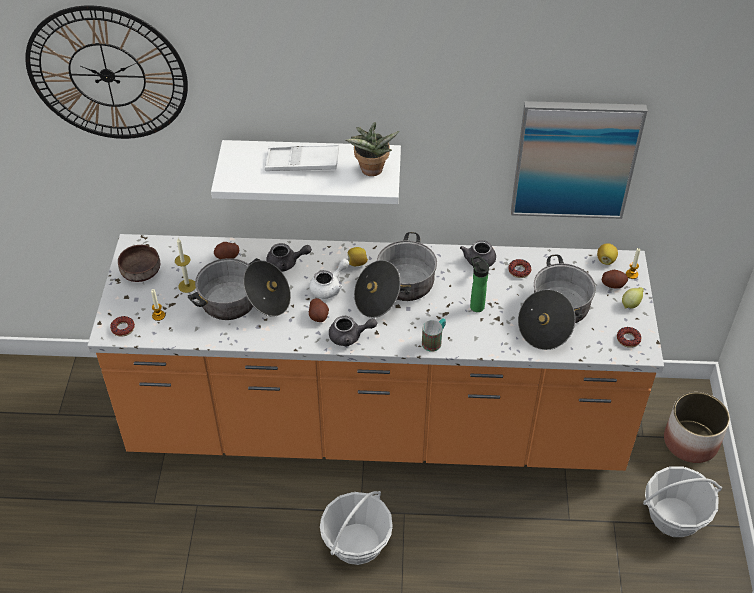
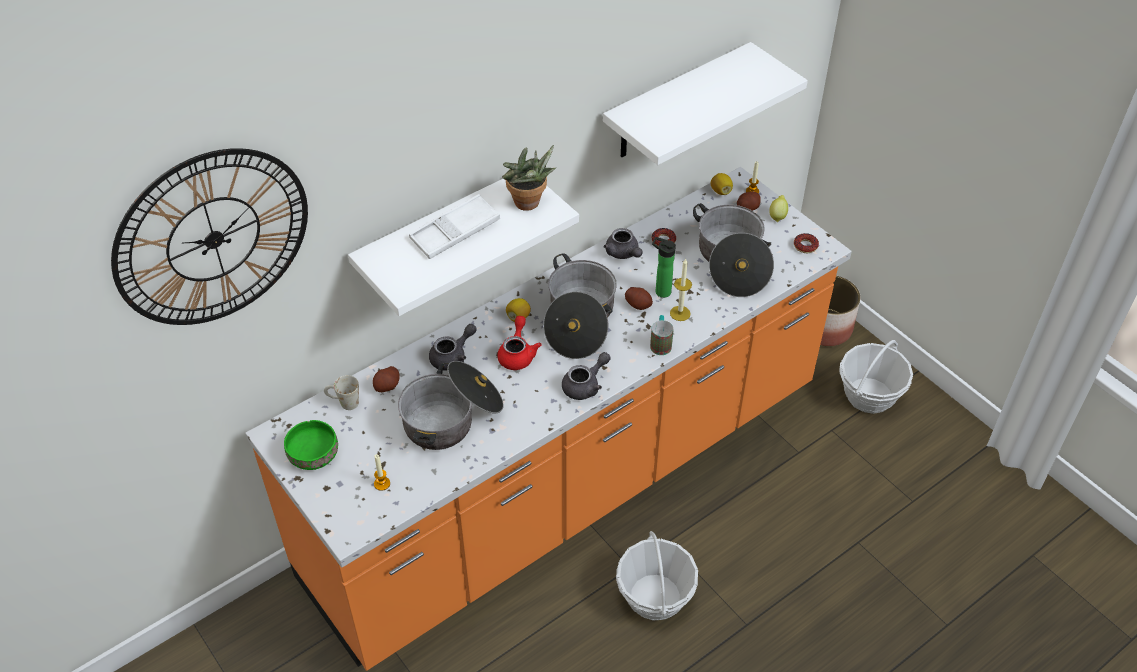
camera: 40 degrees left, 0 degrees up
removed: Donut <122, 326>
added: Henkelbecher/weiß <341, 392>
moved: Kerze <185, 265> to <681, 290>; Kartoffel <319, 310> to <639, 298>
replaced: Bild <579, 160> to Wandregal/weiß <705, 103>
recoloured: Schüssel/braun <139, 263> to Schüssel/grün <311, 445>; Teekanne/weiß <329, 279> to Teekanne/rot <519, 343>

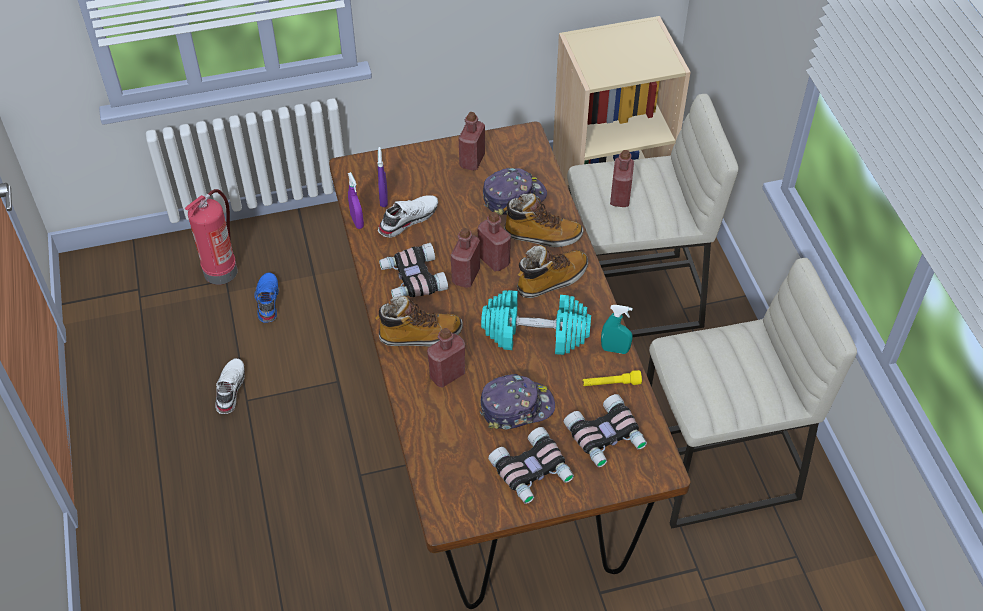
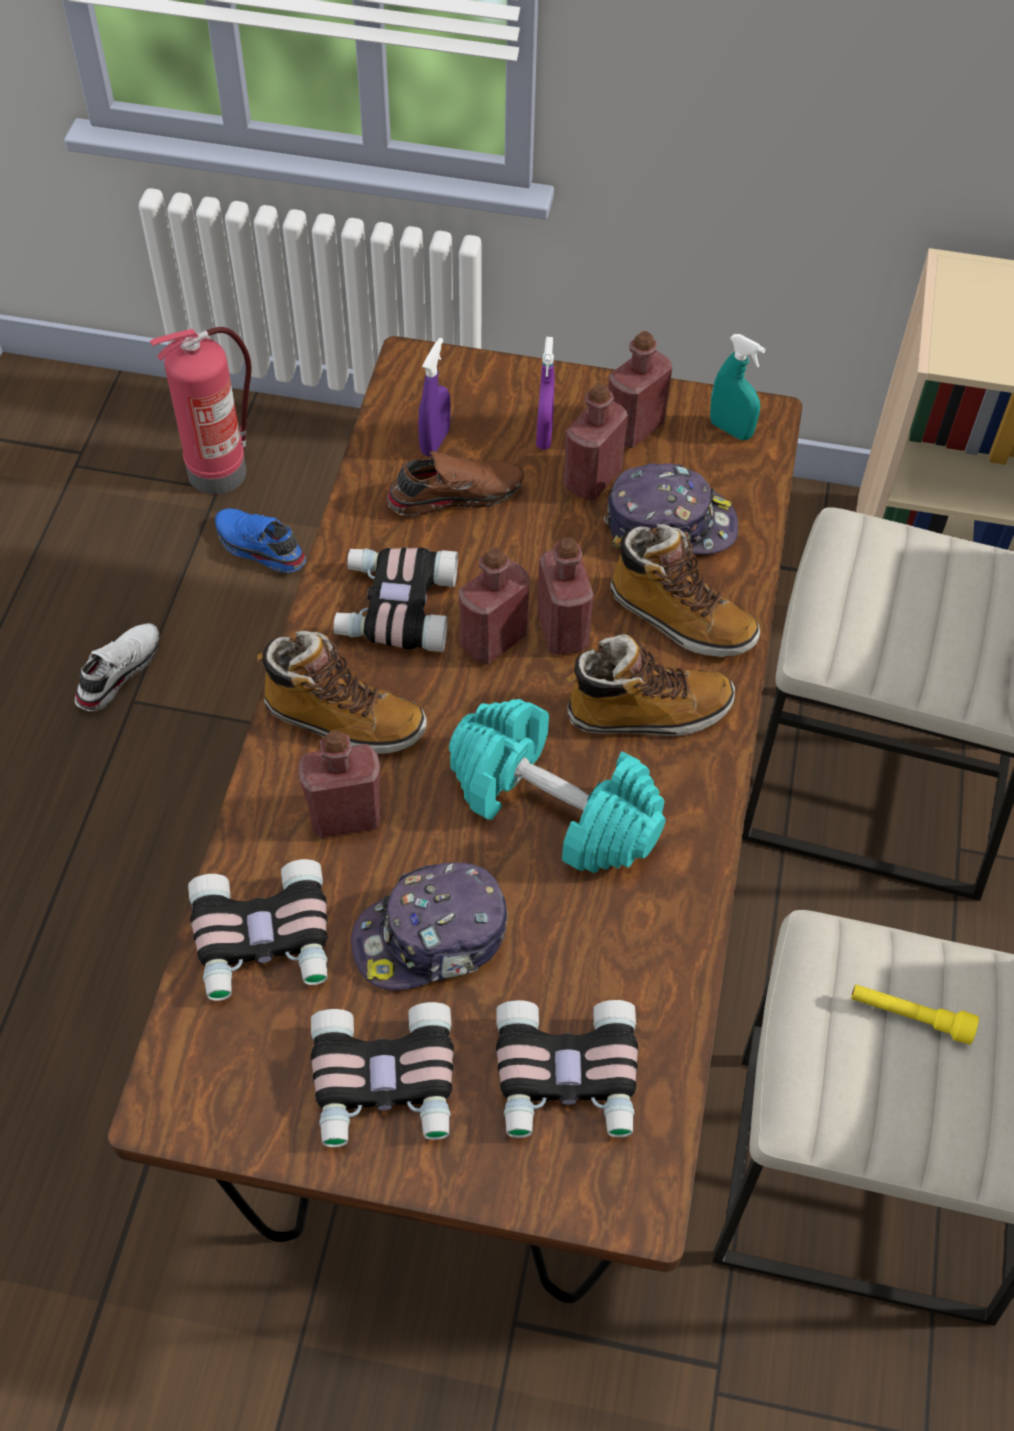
camera: 25 degrees right, 5 degrees up
added: Fernglas <258, 930>
moved: Sprühflasche/lila <356, 200> to <545, 393>; Taschenlampe/gelb <612, 378> to <915, 1015>; Sprühflasche/türkis <617, 329> to <738, 387>; Flasche/rot <622, 178> to <595, 441>
recoloured: Schuh/weiß <408, 216> to Schuh/braun <454, 484>
turned: Schuh/blau <266, 297> = <260, 540> 75 degrees counterclockwise; Kappe <517, 402> = <429, 926> 150 degrees clockwise

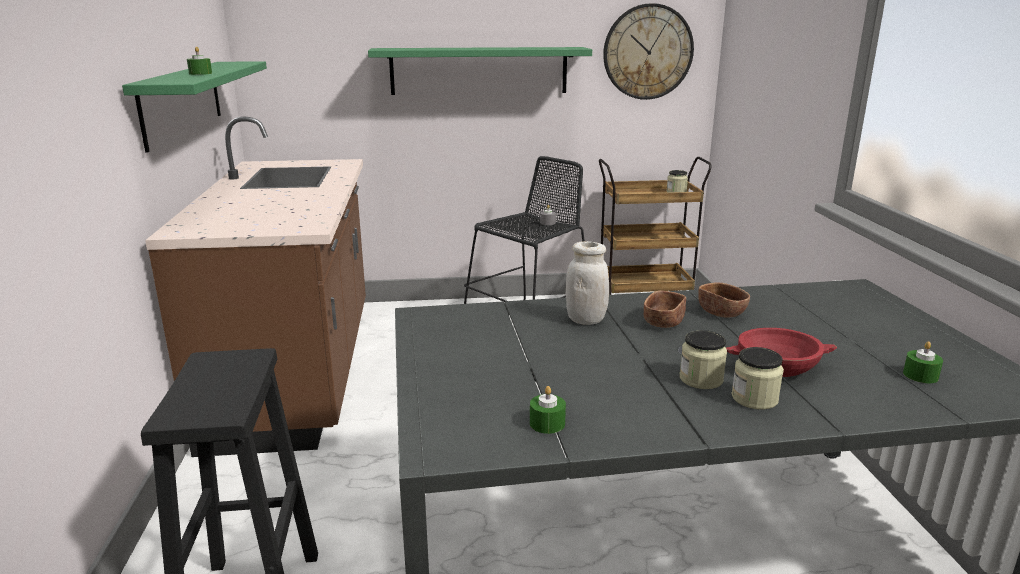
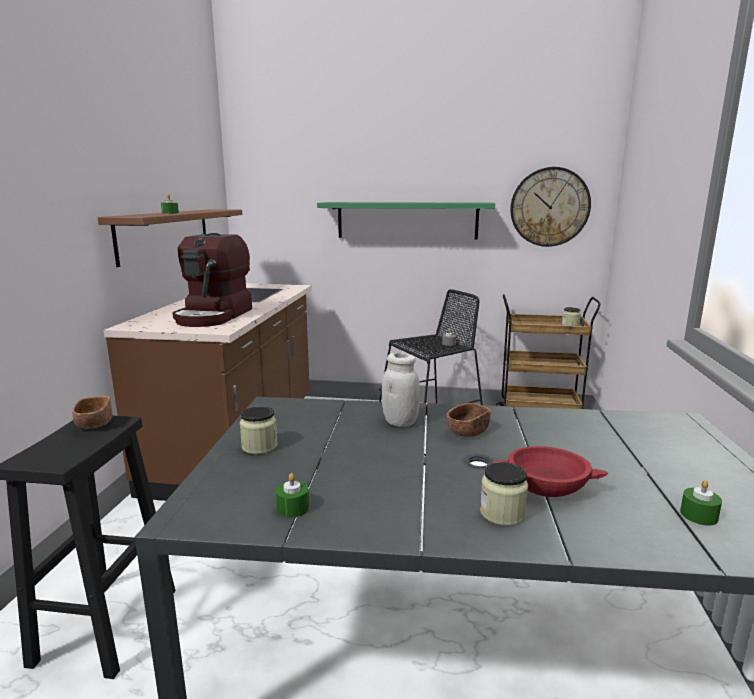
camera: 15 degrees right, 5 degrees down
added: Kaffeemaschine <212, 280>
moved: Vorratsglas <703, 359> to <258, 430>; Schüssel/braun <724, 300> to <92, 412>
recoloured: Wandregal/grün <194, 107> to Wandregal/braun <170, 238>

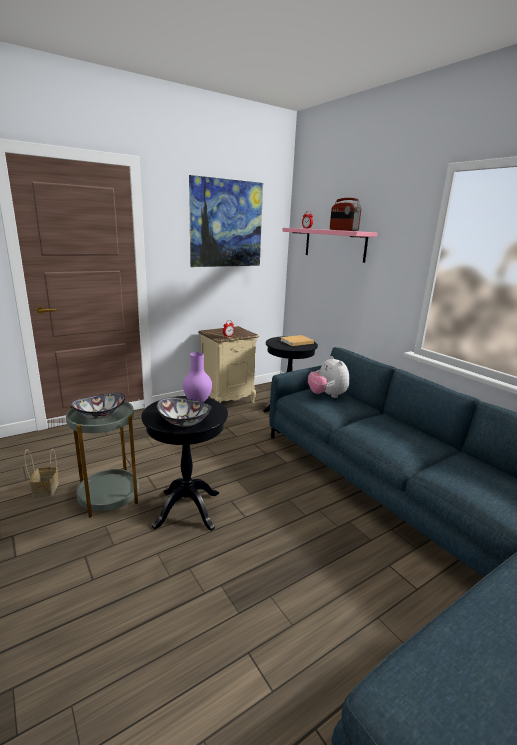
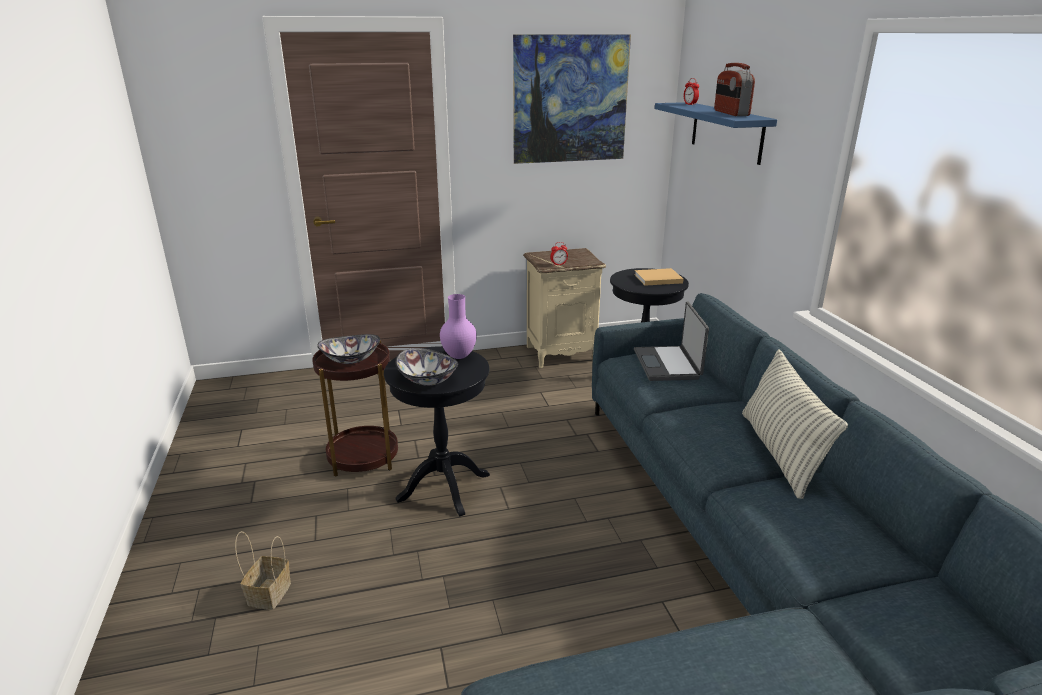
camera: 20 degrees right, 5 degrees up
added: Kissen <795, 424>
moved: Korb <41, 473> to <263, 570>
replaced: Plüschtier <329, 377> to Laptop <671, 341>
recoloured: Beistelltisch/grau <102, 459> to Beistelltisch/braun <355, 409>; Wandregal/rosa <330, 245> to Wandregal/blau <716, 133>

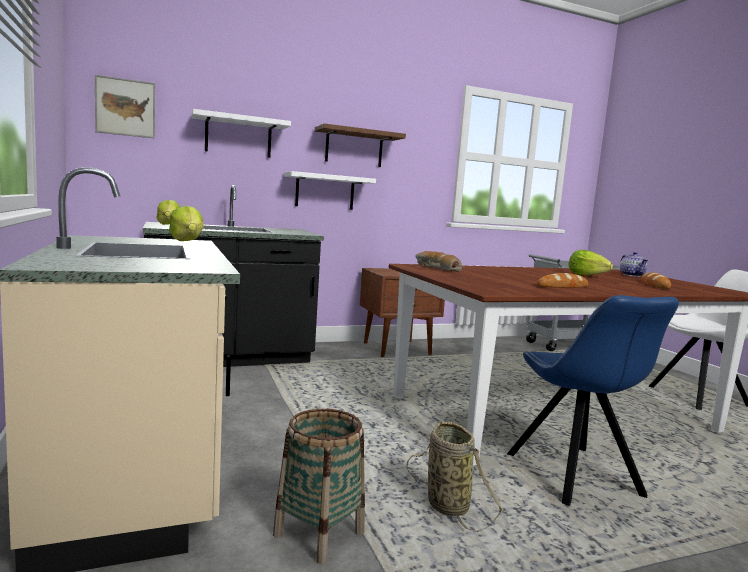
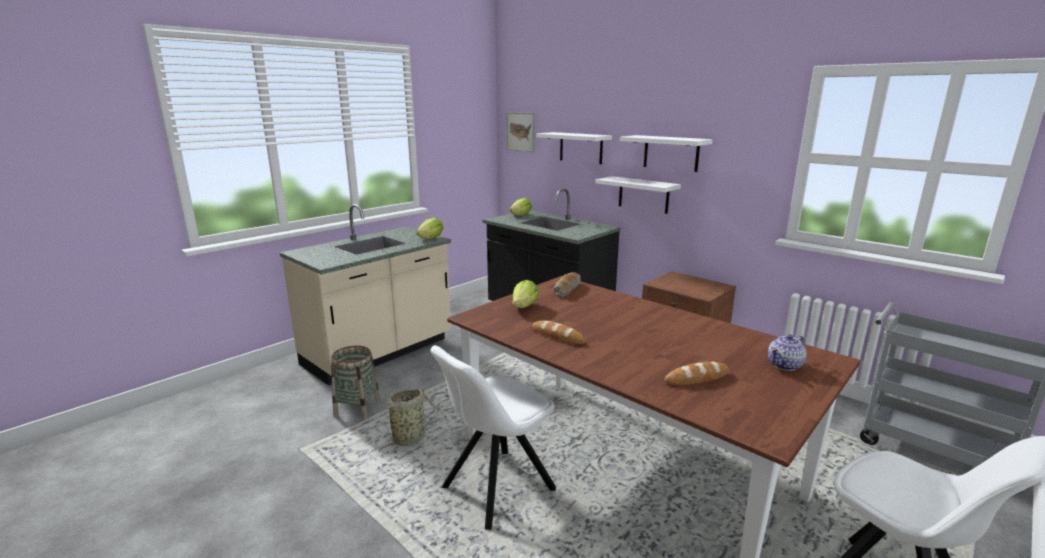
camera: 65 degrees right, 10 degrees up
moved: Salatkopf <590, 263> to <525, 294>
recoloured: Wandregal/braun <360, 145> to Wandregal/weiß <666, 153>; Stuhl/blau <593, 400> to Stuhl/weiß <493, 437>

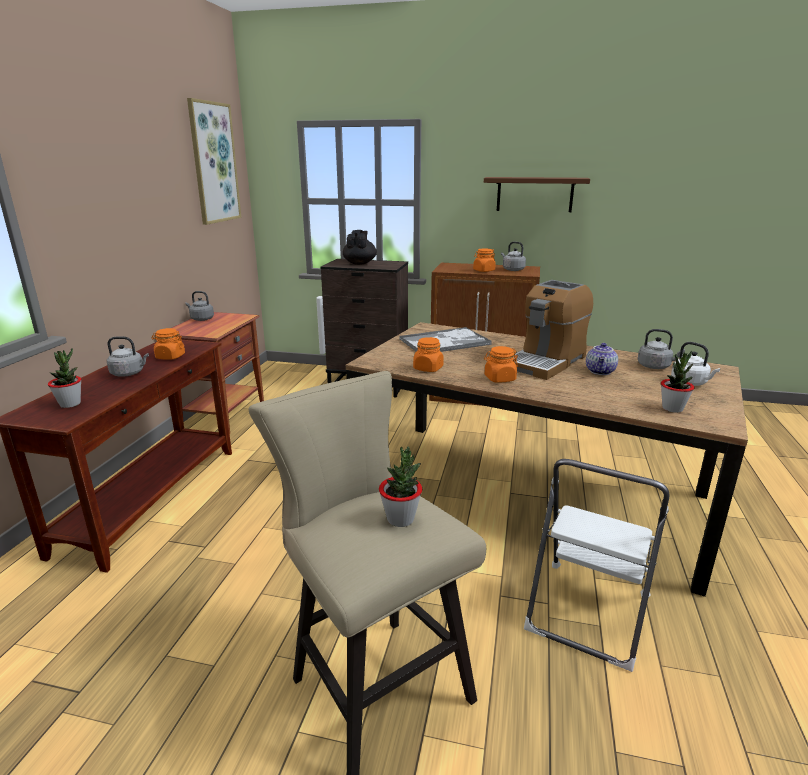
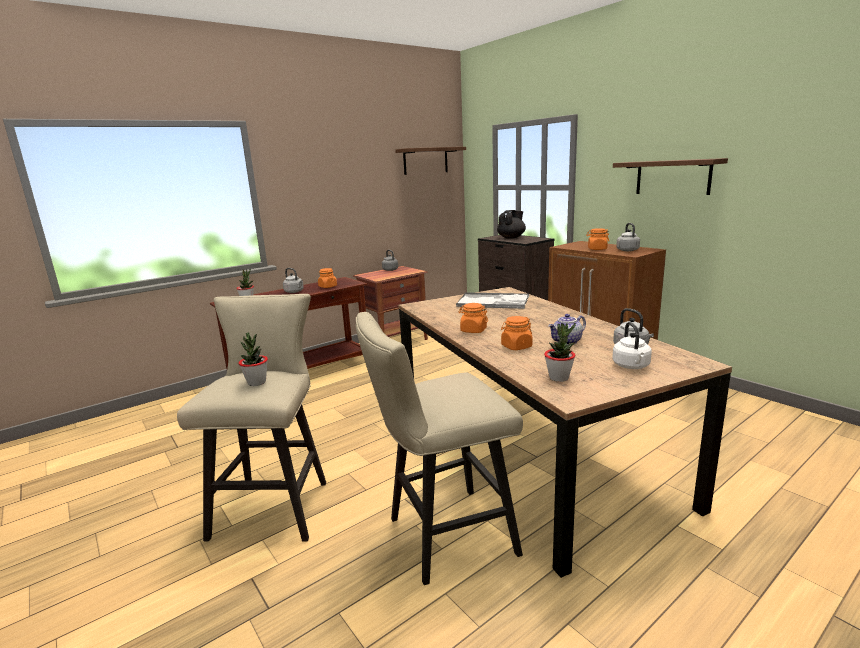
camera: 40 degrees right, 5 degrees down
removed: Kaffeemaschine <553, 330>
moved: Vorratsglas/orange <428, 354> to <516, 333>
replaced: Bild <214, 161> to Wandregal/braun <430, 161>; Trittleiter/weiß <596, 565> to Hocker/beige <439, 448>

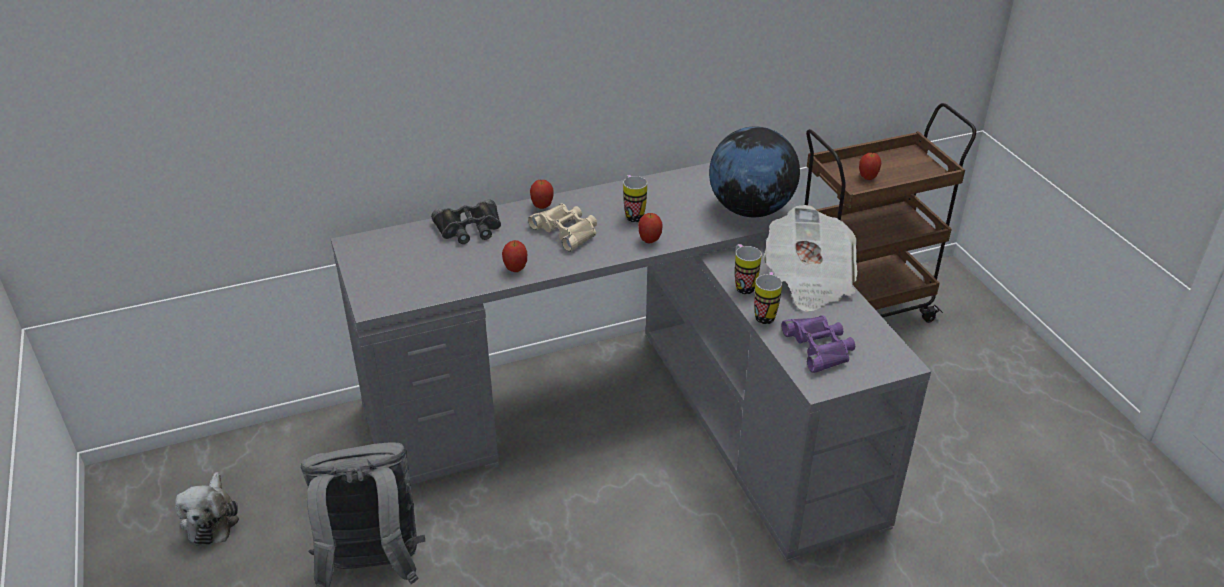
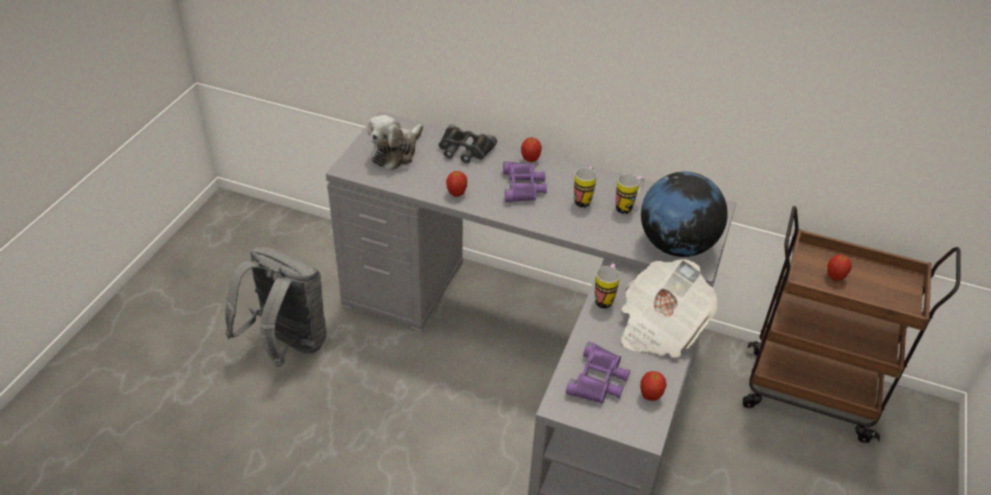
camera: 40 degrees right, 5 degrees up
moved: Plüschtier <207, 509> to <395, 142>; Apfel <650, 228> to <653, 386>; Henkelbecher <768, 298> to <630, 194>
recoloured: Fernglas/beige <562, 227> to Fernglas/lila <525, 181>

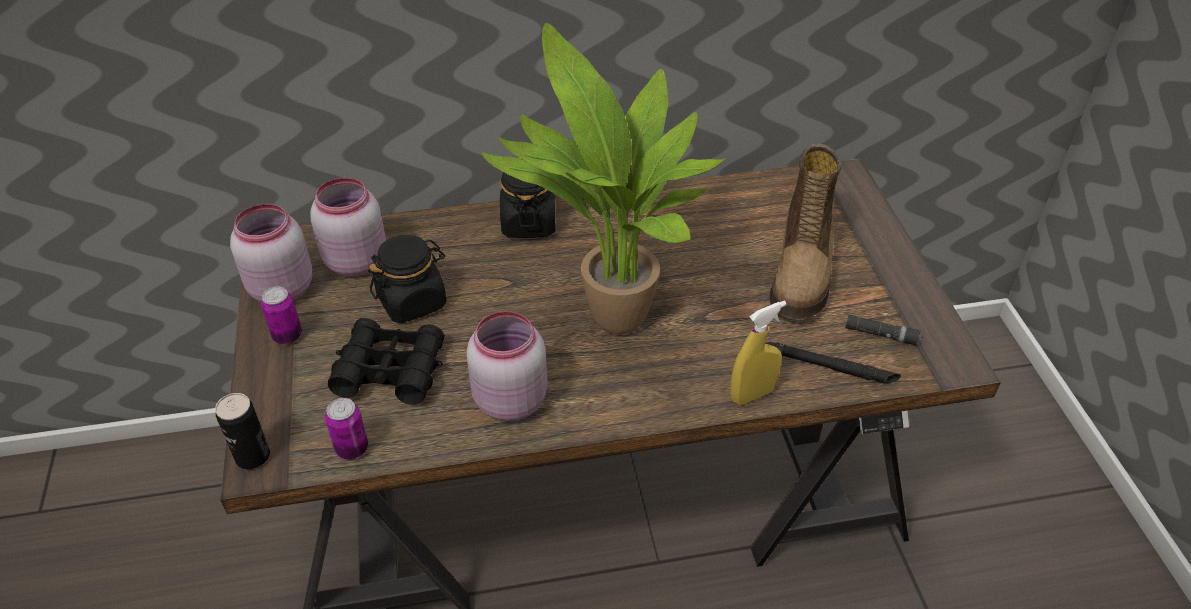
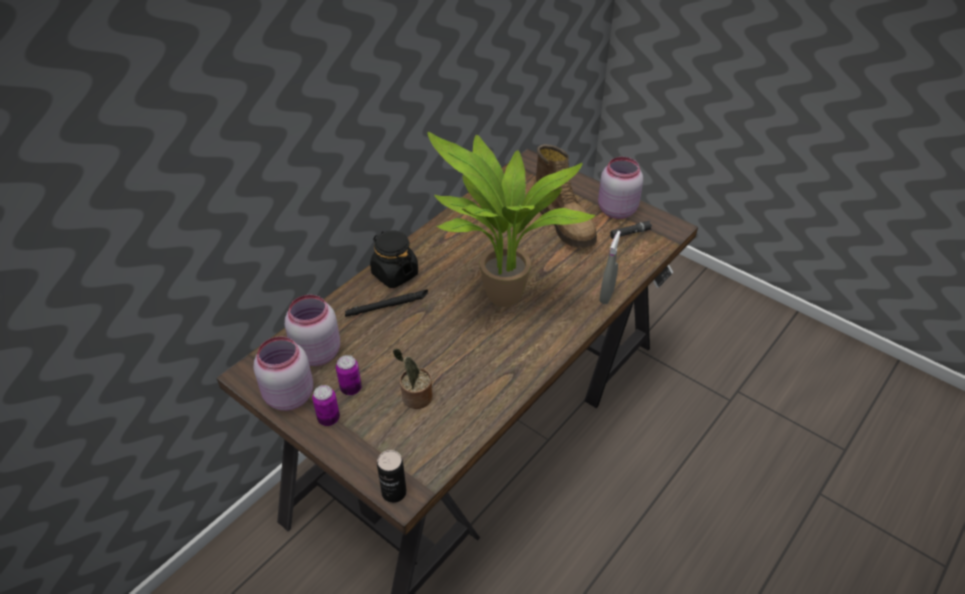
camera: 40 degrees left, 0 degrees up
removed: Vorratsglas/schwarz <407, 279>
moved: Dose <346, 428> to <349, 375>; Vorratsglas/rosa <506, 366> to <620, 188>; Taschenlampe/schwarz <833, 363> to <386, 303>
replaced: Fernglas/schwarz <386, 361> to Topfpflanze <413, 378>
recoloured: Sprühflasche/gelb <758, 353> to Sprühflasche/grau <610, 267>

